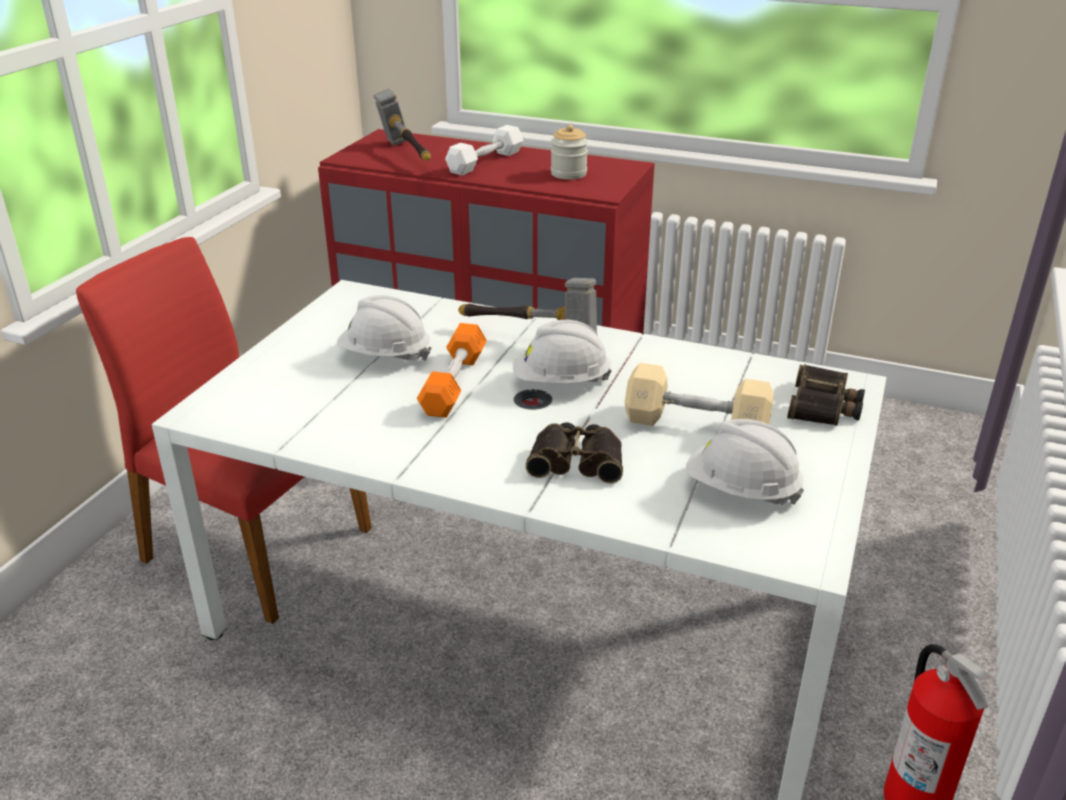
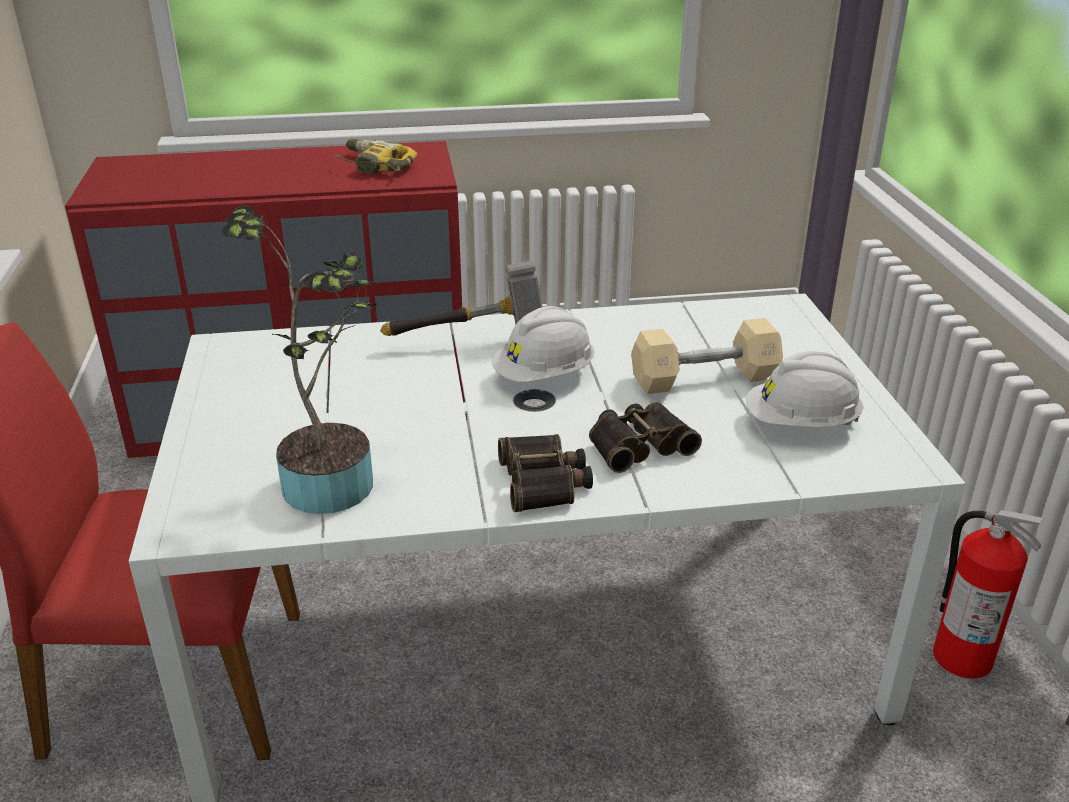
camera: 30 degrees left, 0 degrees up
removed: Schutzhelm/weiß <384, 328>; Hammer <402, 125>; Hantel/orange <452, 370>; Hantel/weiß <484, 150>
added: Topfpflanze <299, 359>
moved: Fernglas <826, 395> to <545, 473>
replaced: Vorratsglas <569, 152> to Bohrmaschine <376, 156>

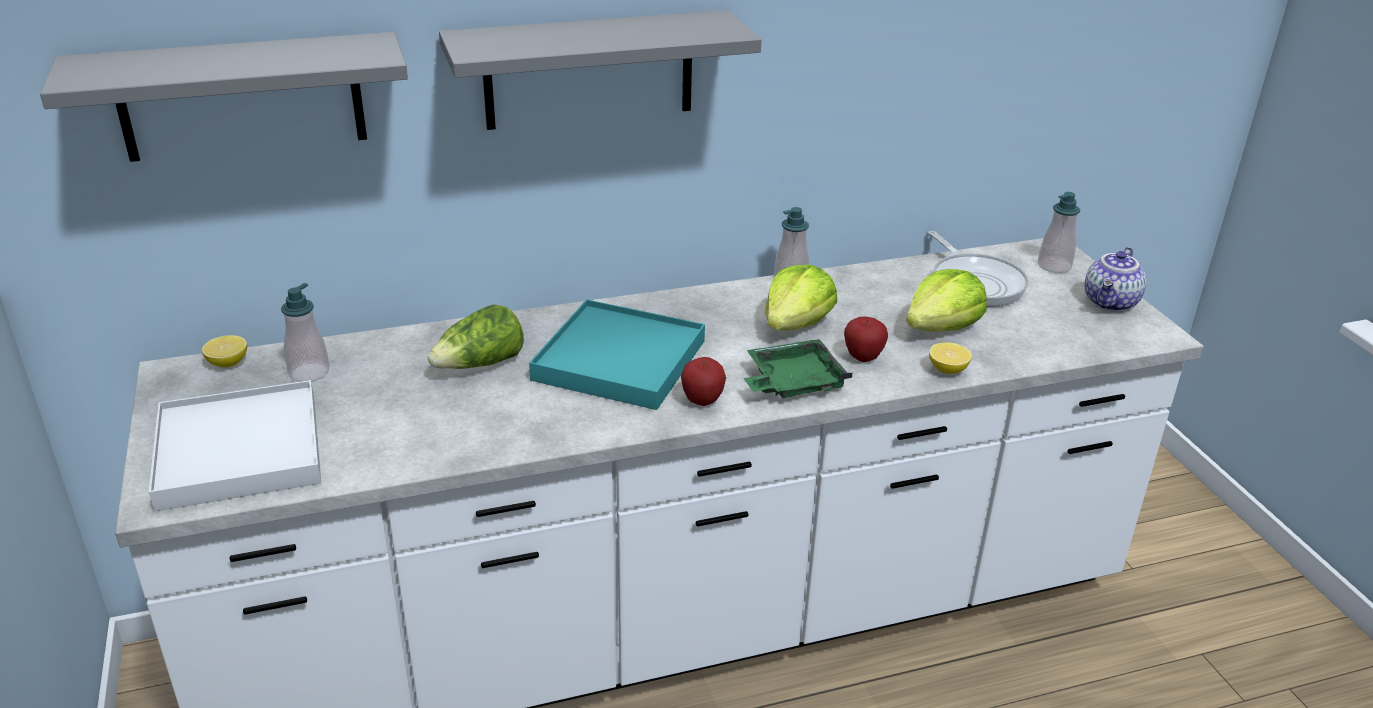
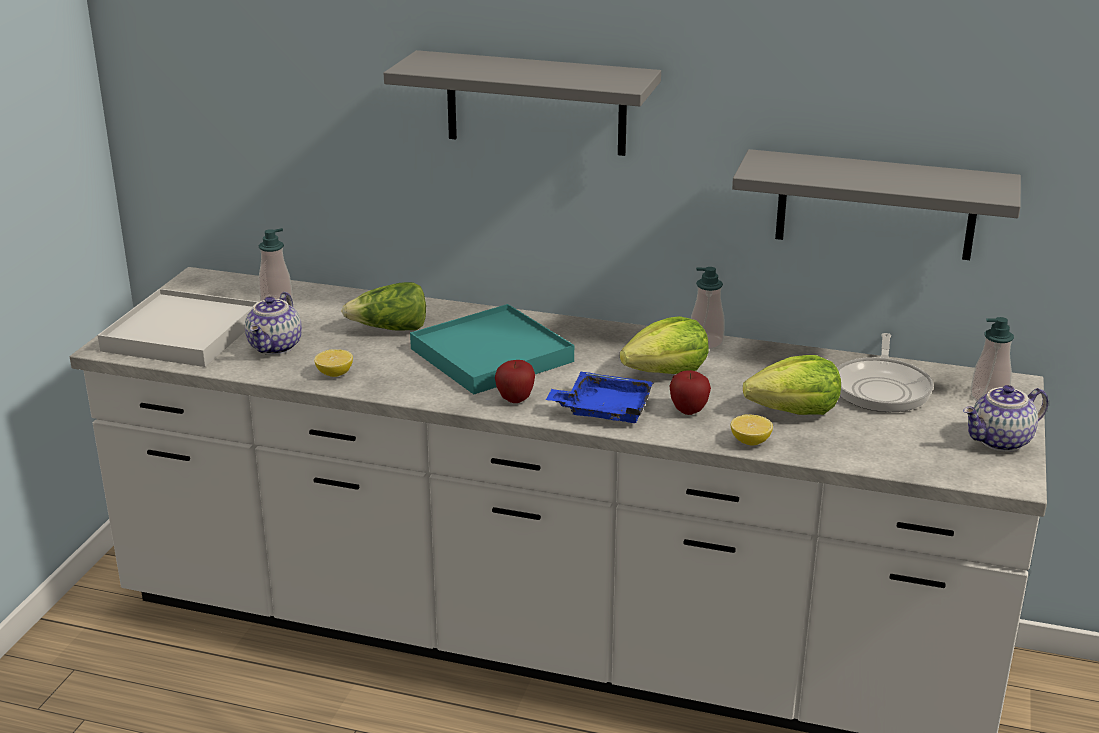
camera: 35 degrees right, 5 degrees down
added: Teekanne <273, 323>
moved: Wandregal/grau <224, 97> to <876, 204>; Zitrone <224, 351> to <333, 363>
recoloured: Tablett/grün <798, 368> to Tablett/blau <599, 397>

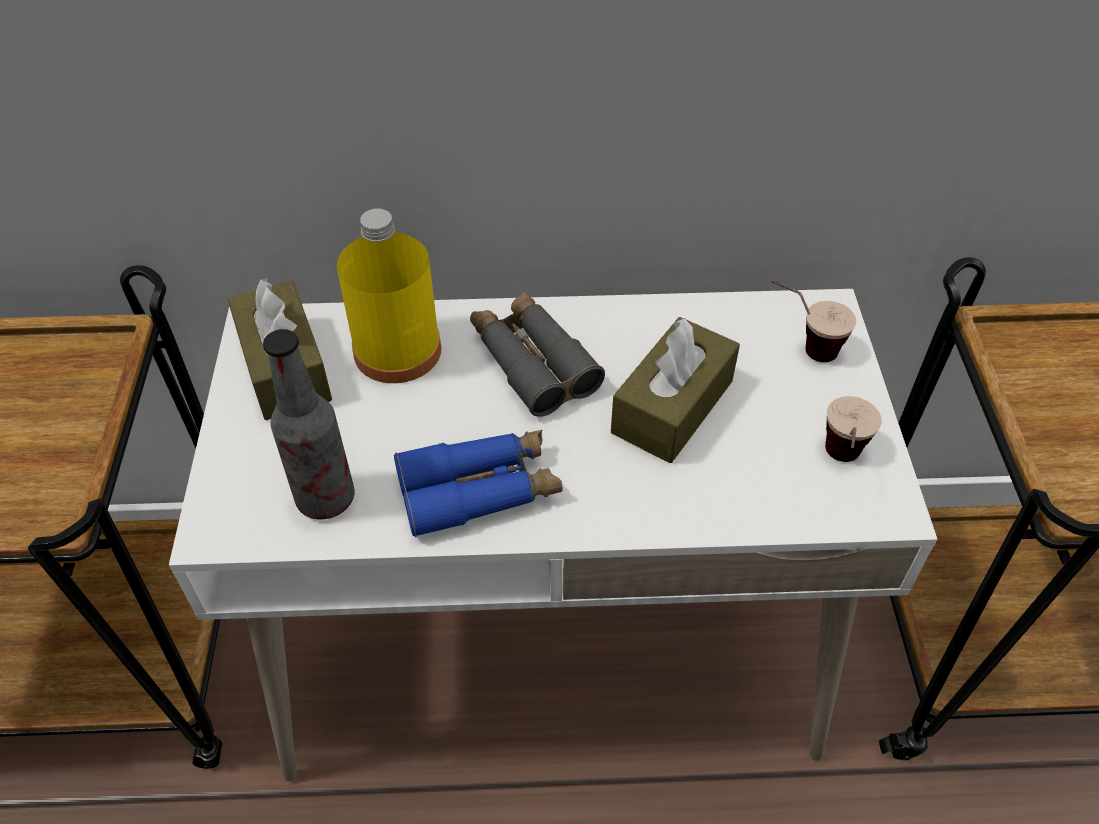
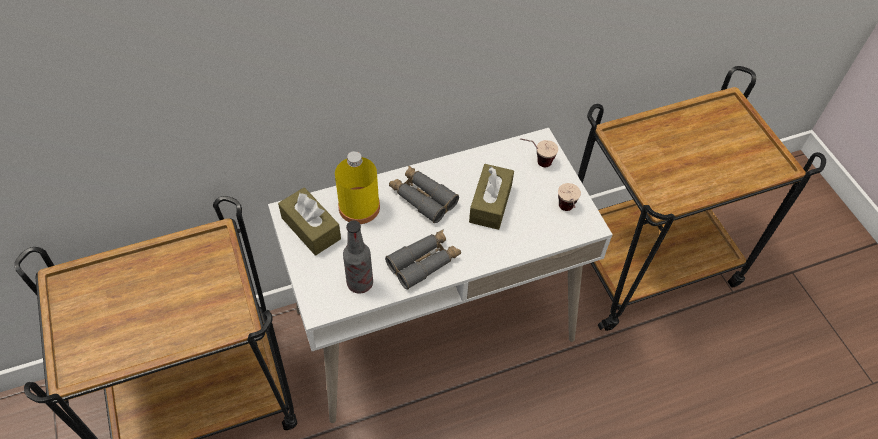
camera: 20 degrees left, 5 degrees up
recoloured: Fernglas/blau <478, 483> to Fernglas/grau <423, 259>

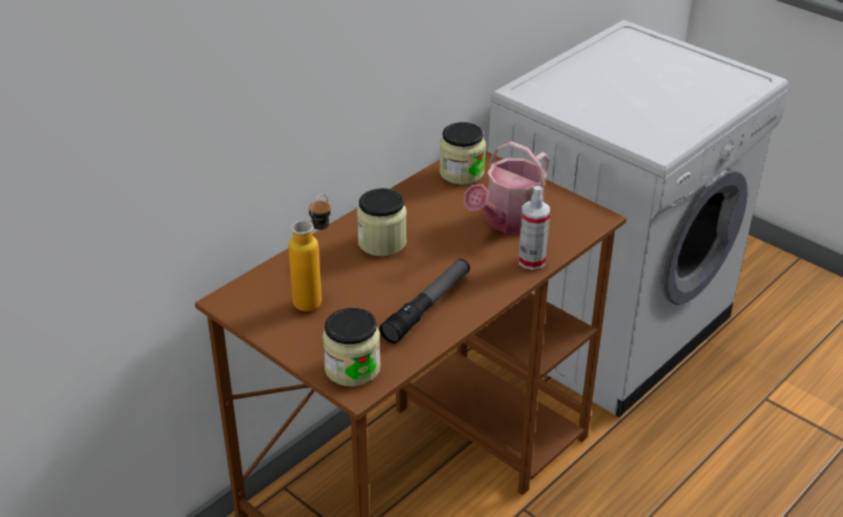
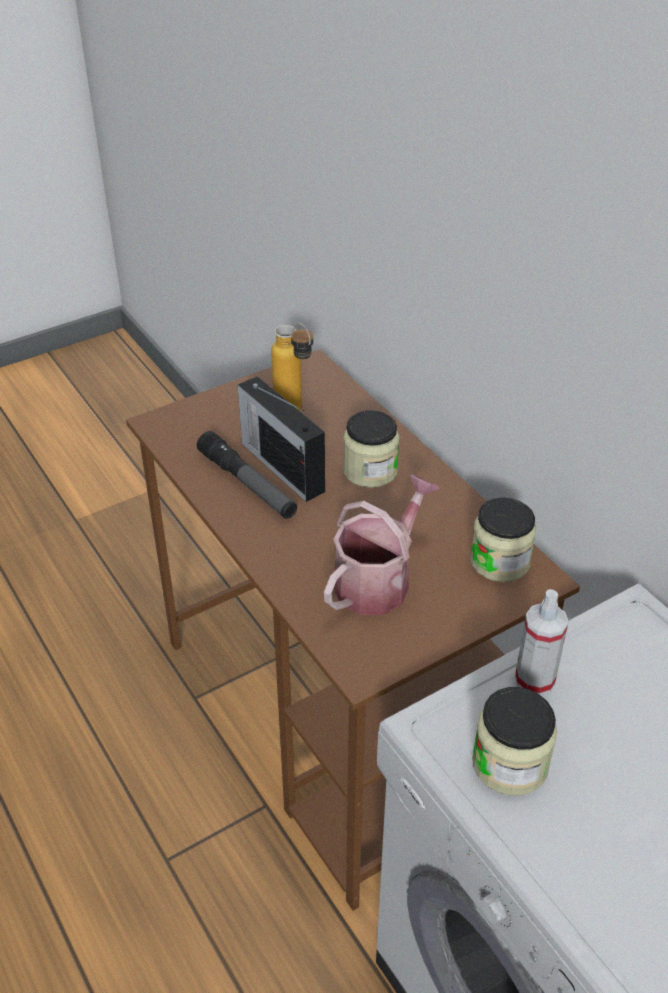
camera: 105 degrees right, 5 degrees up
added: Radio <281, 439>
moved: Vorratsglas <351, 347> to <514, 741>; Sprühflasche <534, 228> to <541, 642>
turned: Gießkanne <506, 187> = <382, 545> 75 degrees clockwise

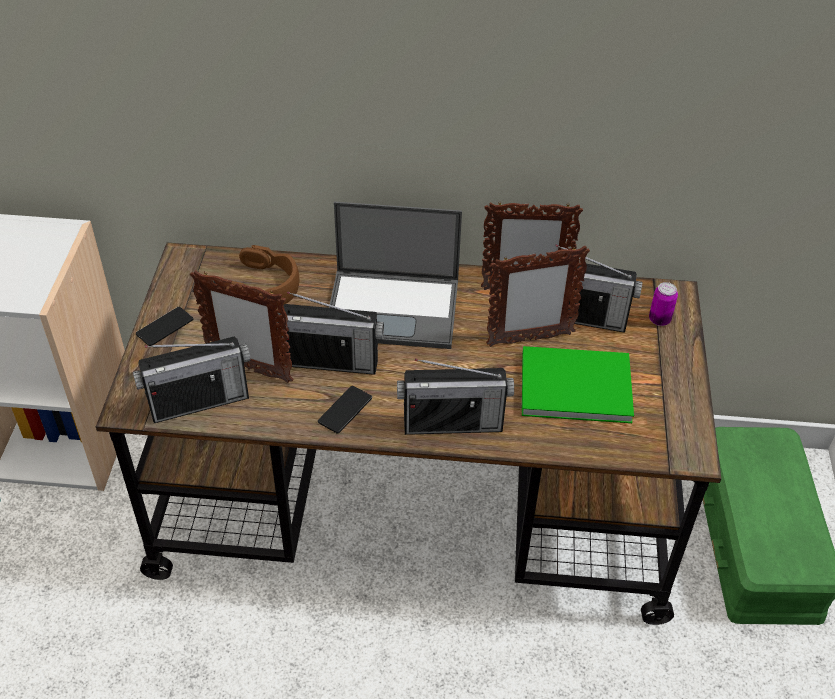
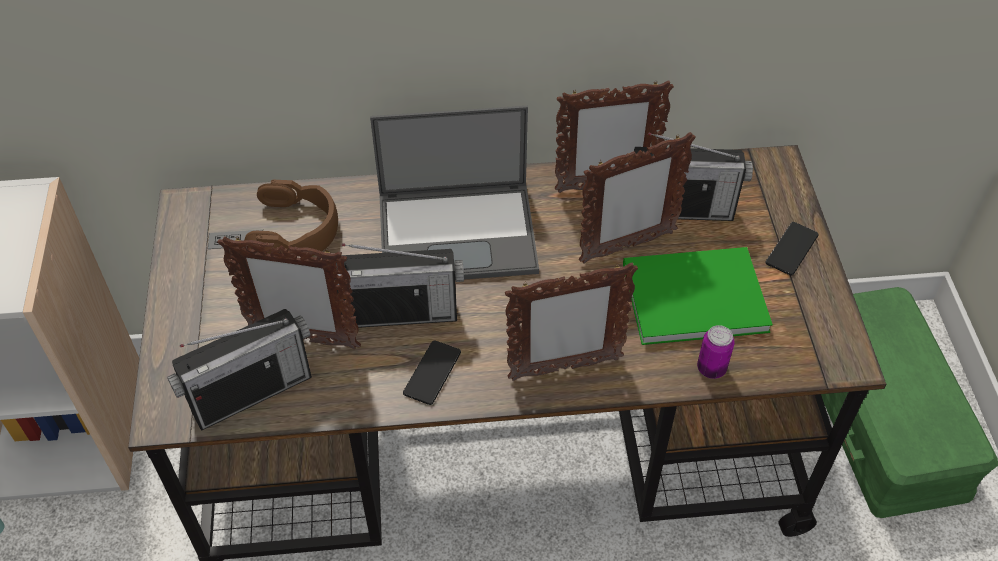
camera: 10 degrees left, 5 degrees up
moved: Handy <164, 326> to <792, 249>; Dose <663, 304> to <716, 352>
replaced: Radio <455, 397> to Bilderrahmen <571, 321>

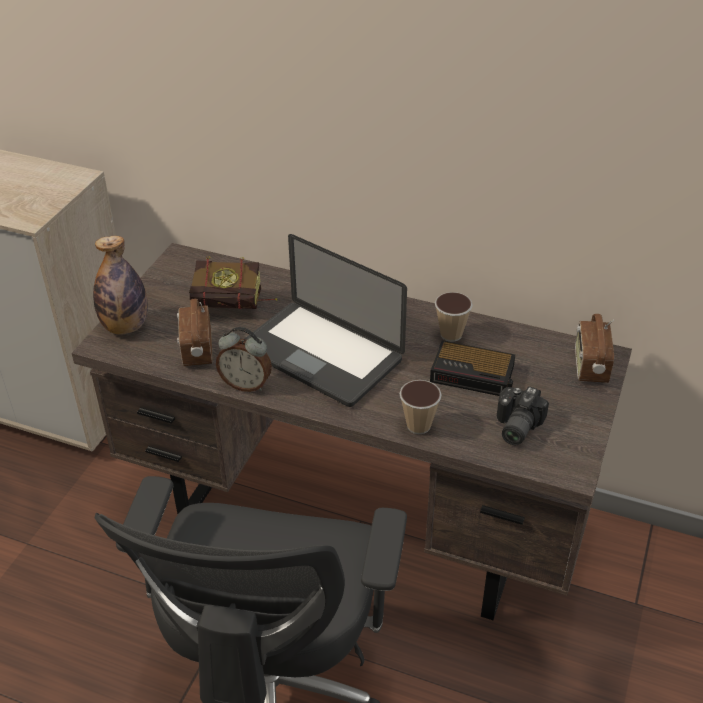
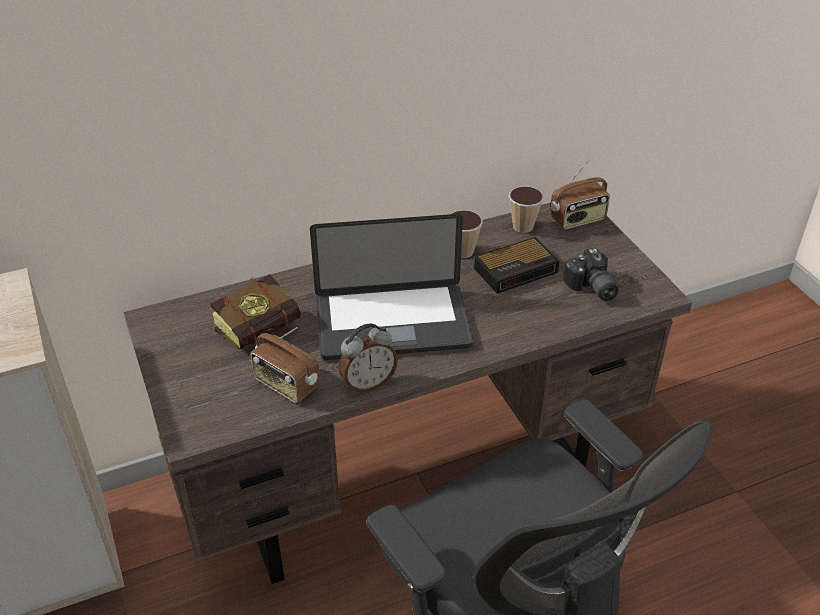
camera: 45 degrees left, 0 degrees up
removed: Flasche <120, 285>
moved: Tasse <420, 407> to <526, 209>
turned: Radio <594, 348> = <580, 195> 75 degrees counterclockwise

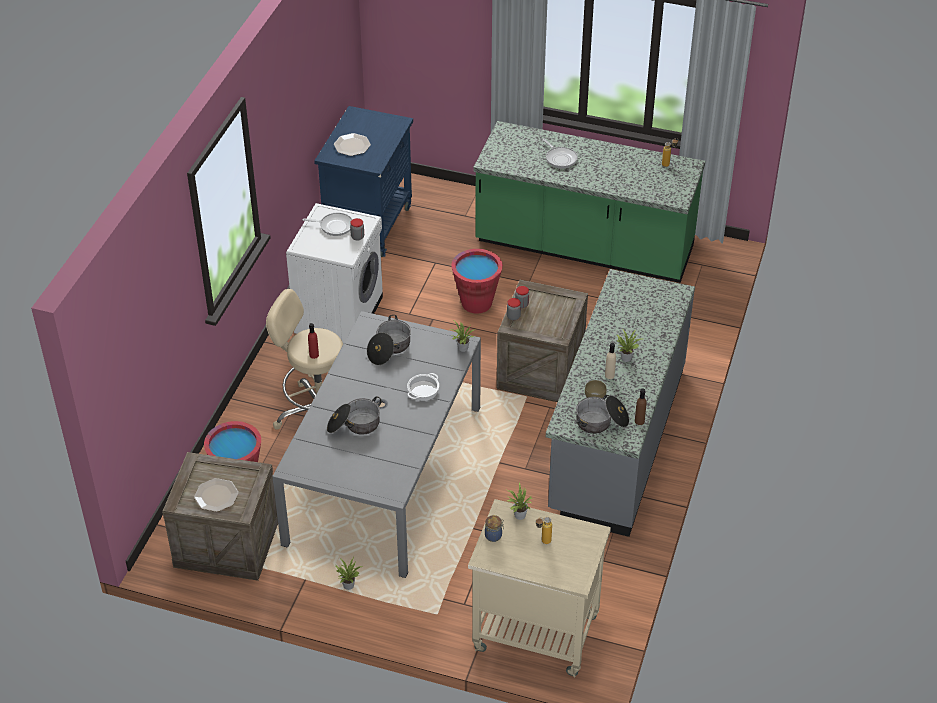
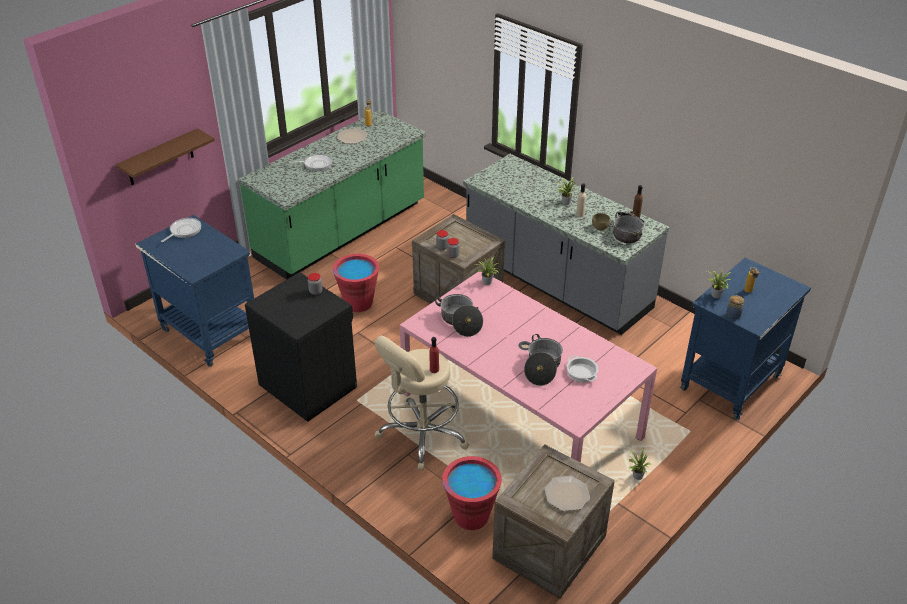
camera: 65 degrees left, 5 degrees down
added: Wandregal/braun <165, 156>
moved: Pfanne <327, 224> to <181, 230>; Teller <352, 144> to <352, 136>; Kochtopf <423, 387> to <582, 368>
recoloured: Esstisch/grau <376, 444> to Esstisch/rosa <528, 367>; Waschmaschine/weiß <334, 273> to Waschmaschine/schwarz <301, 347>; Rollwagen/beige <539, 588> to Rollwagen/blau <745, 339>

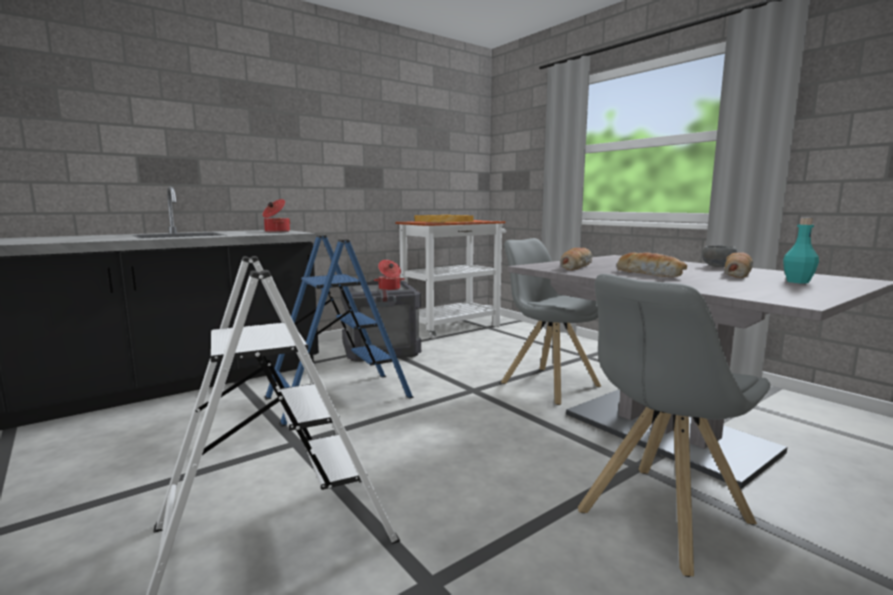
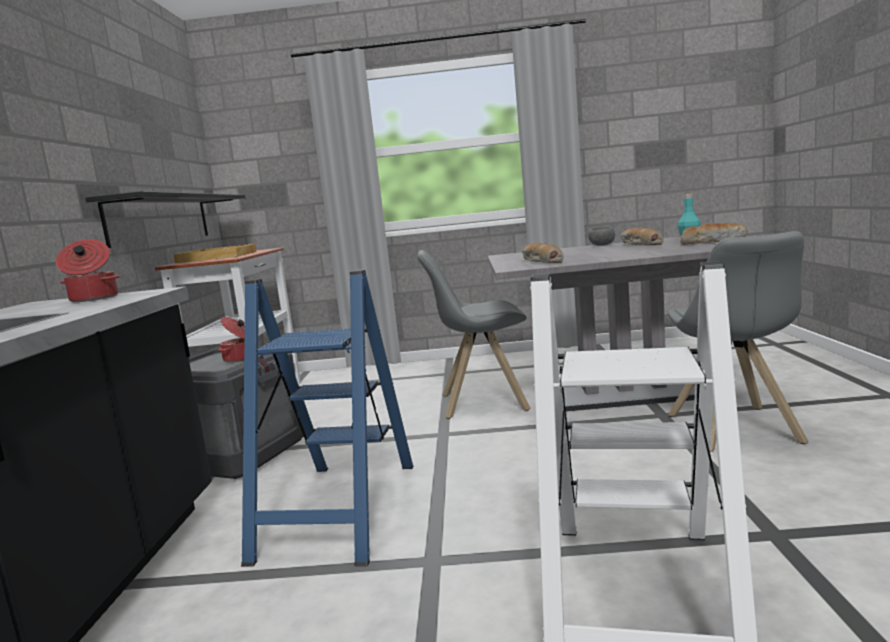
camera: 50 degrees left, 0 degrees up
added: Wandregal/schwarz <165, 219>
moved: Brot <652, 264> to <714, 234>

